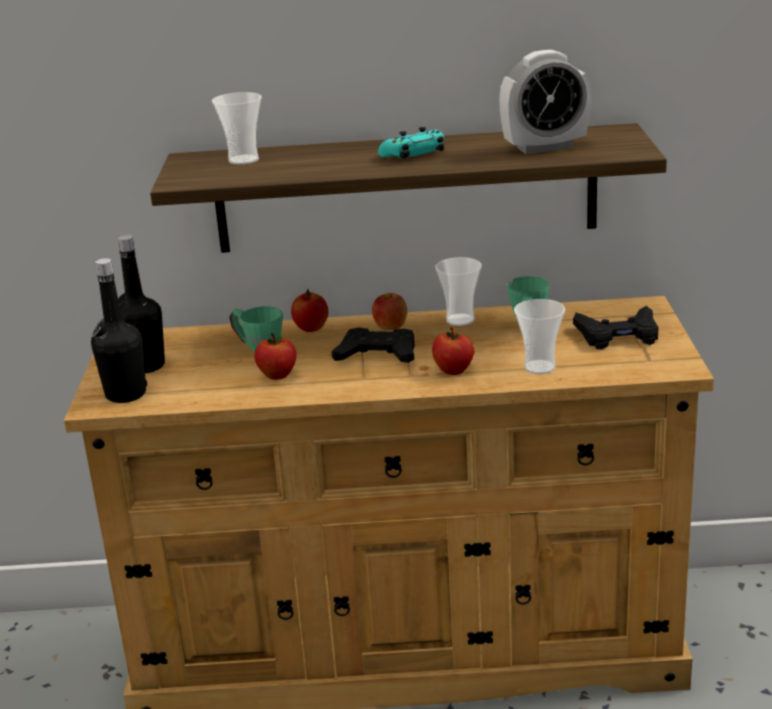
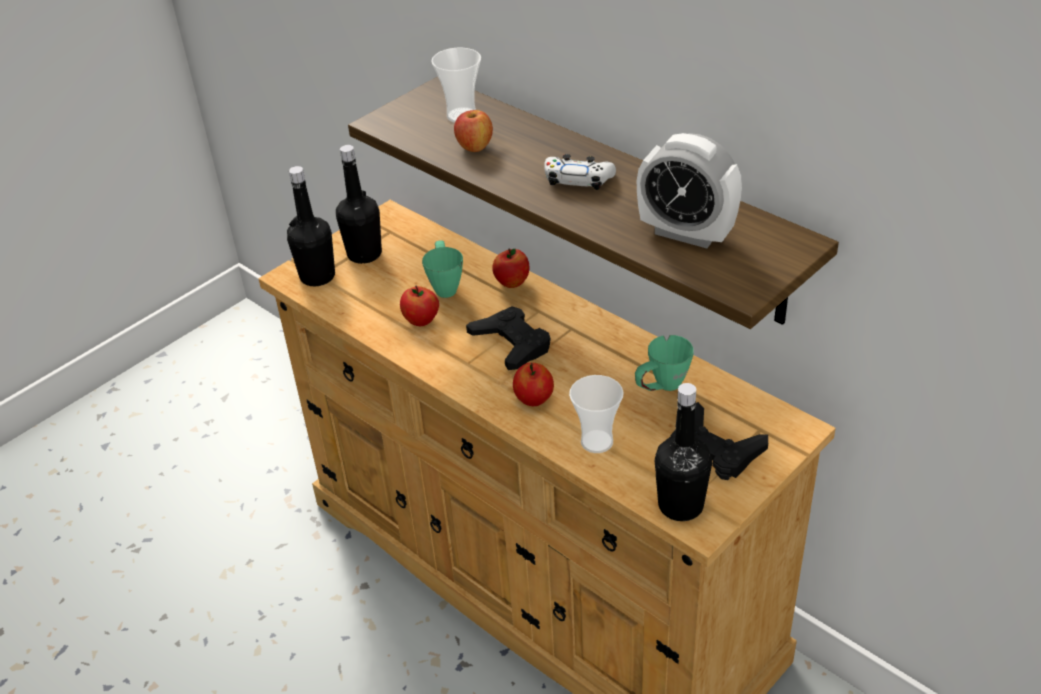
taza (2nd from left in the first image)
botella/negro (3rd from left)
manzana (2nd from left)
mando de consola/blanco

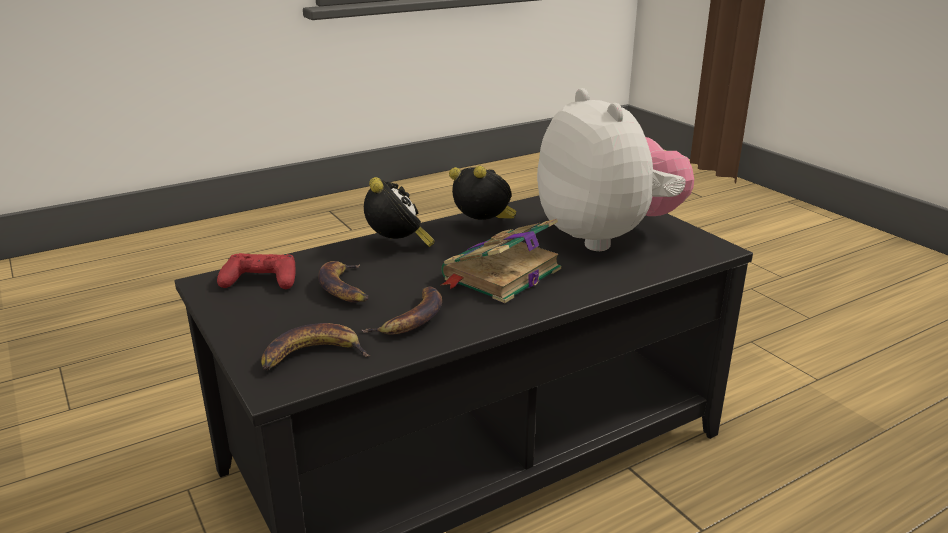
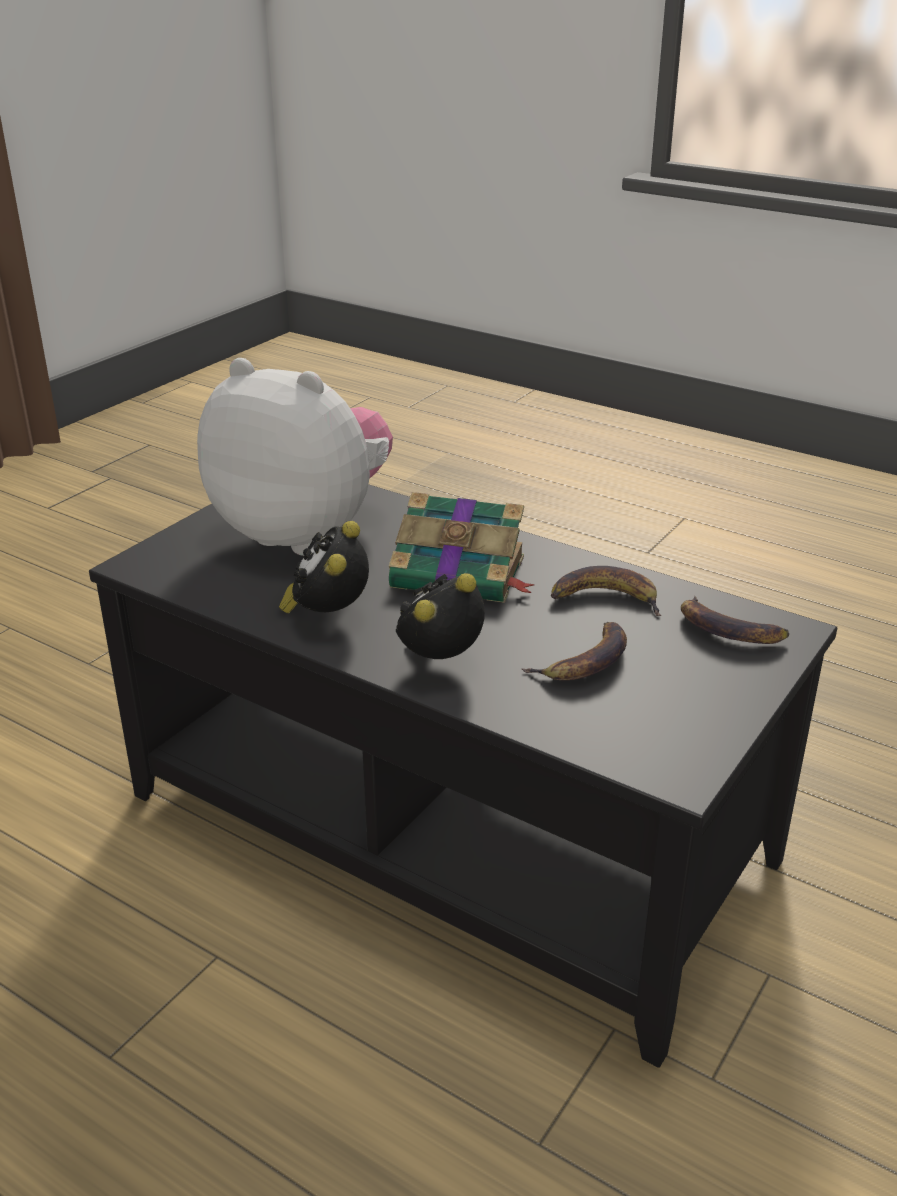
mando de consola/rojo
peluche

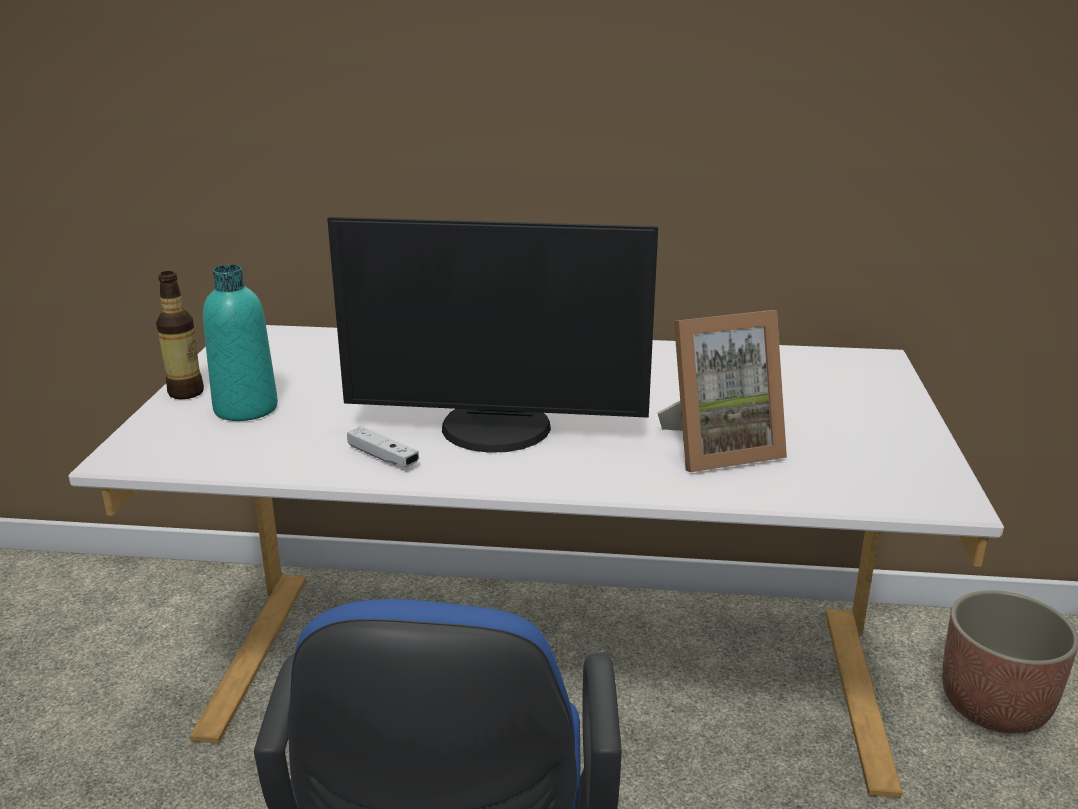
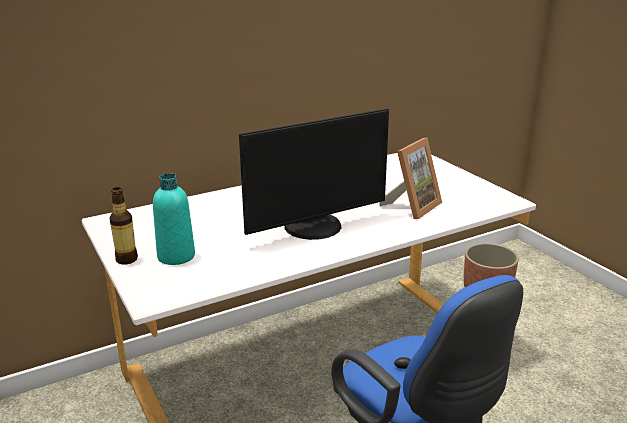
mando de consola/blanco

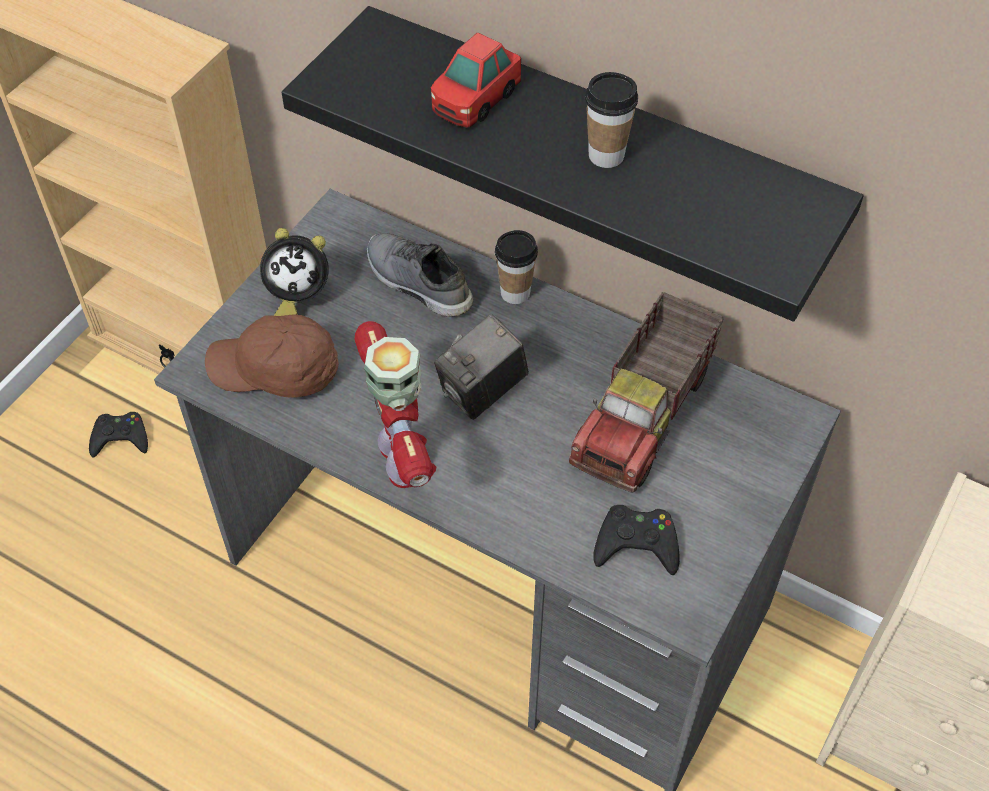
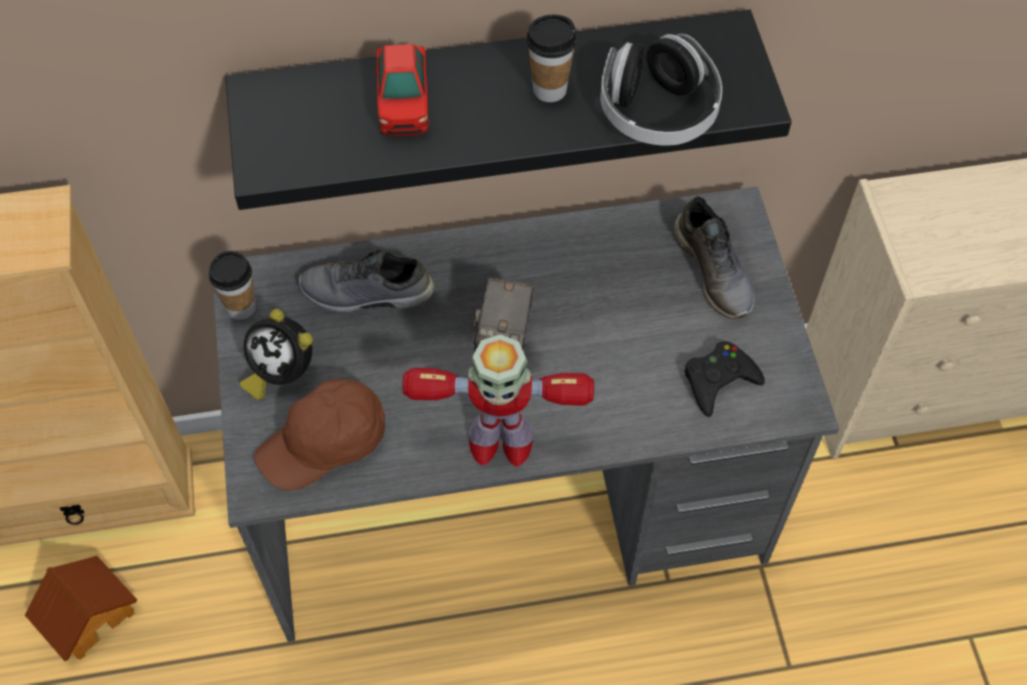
camión de juguete
auriculares
zapato/gris (2nd from left)
taza (1st from left)
casita
despertador
robot de juguete

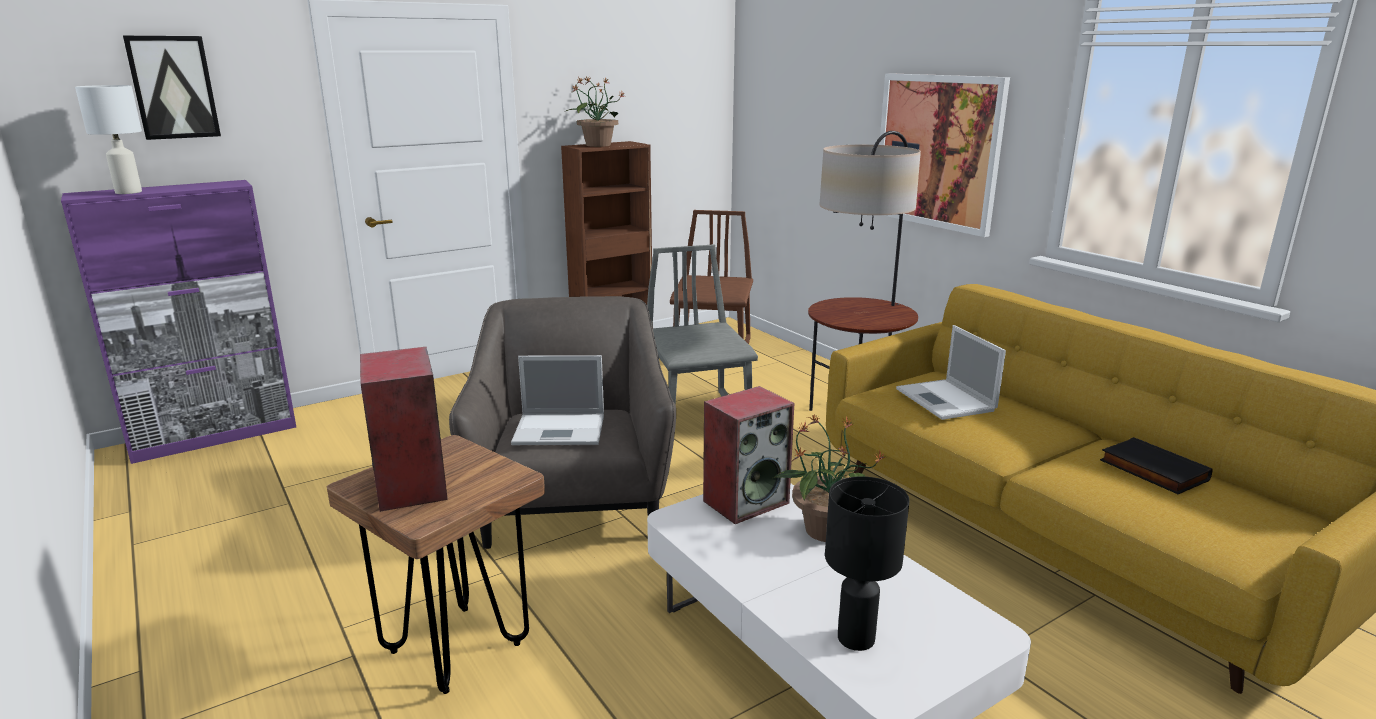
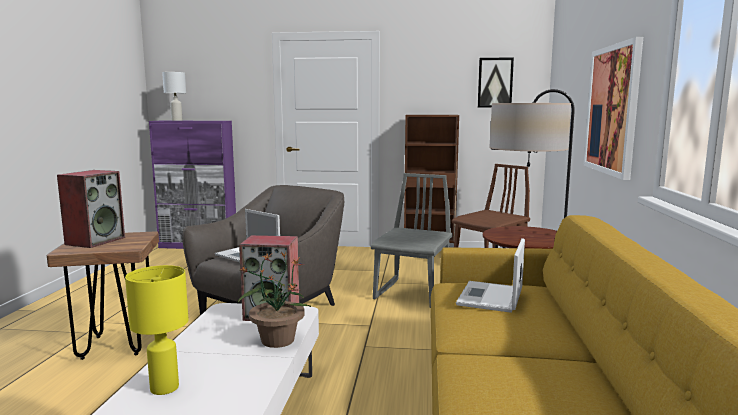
planta en maceta (1st from left in the first image)
libro/negro
cuadro (1st from left)
lámpara de mesa/amarillo

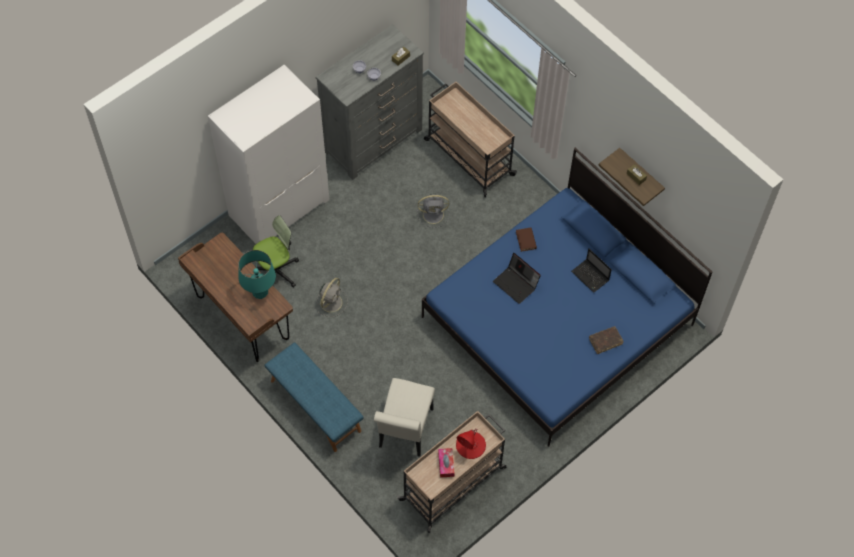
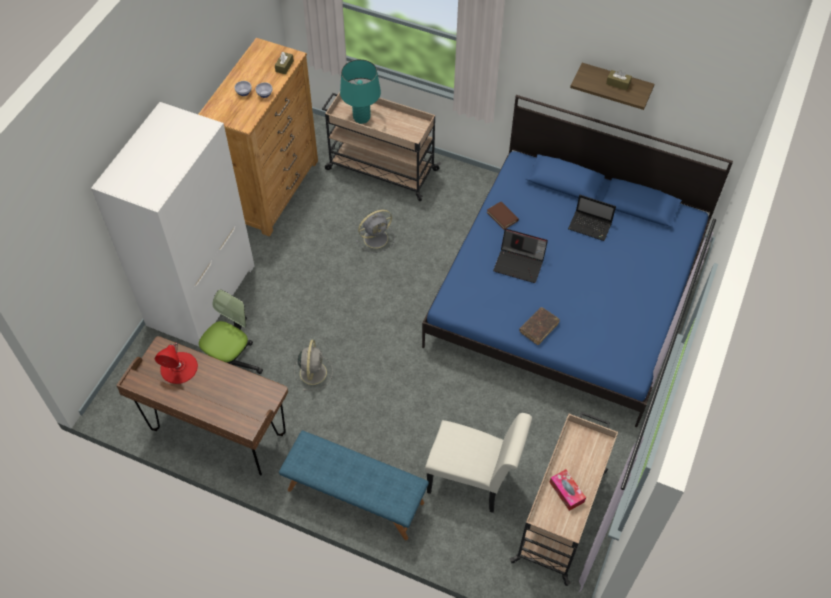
lámpara de mesa/turquesa
lámpara de mesa/rojo
libro/marrón (2nd from left)
cómoda/marrón
silla/blanco

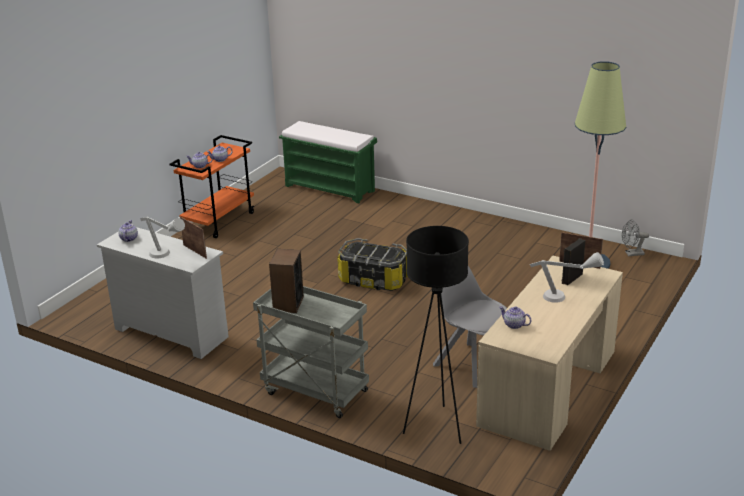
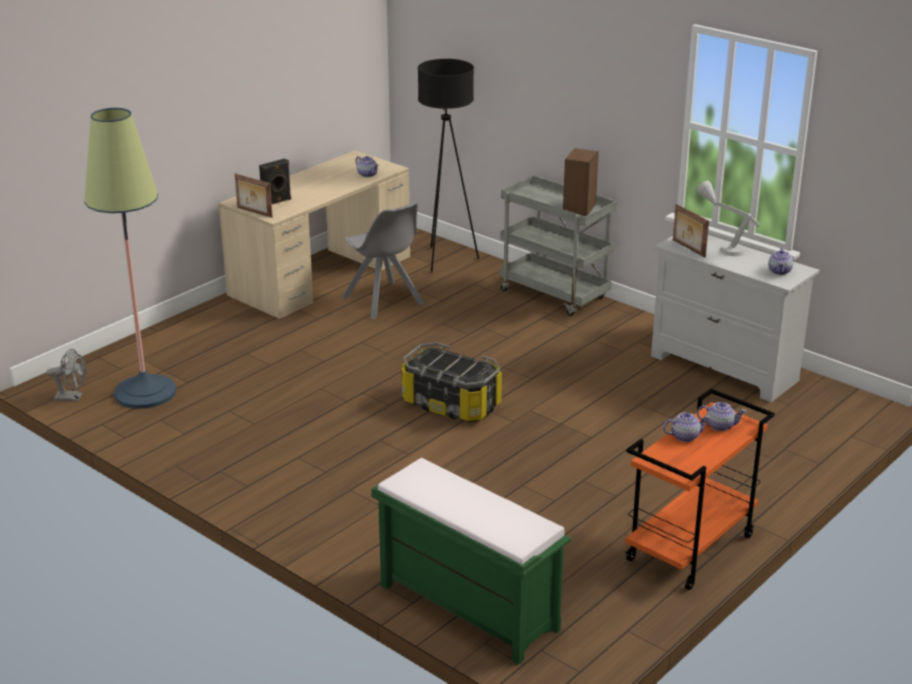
lámpara de mesa/gris (2nd from left in the first image)

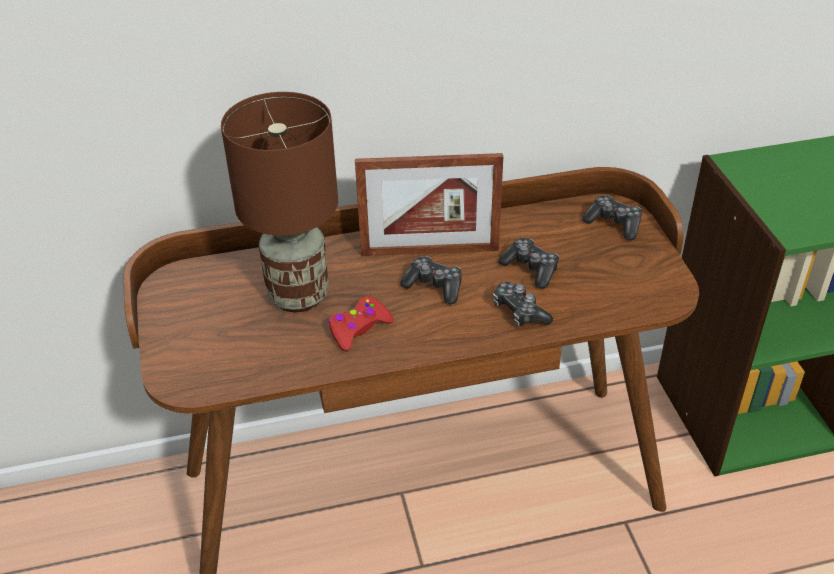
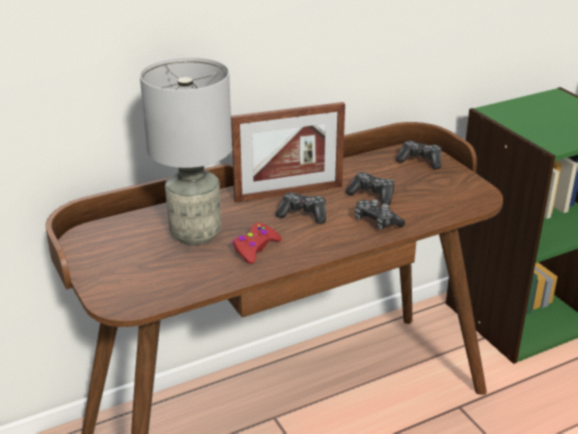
lámpara de mesa/gris

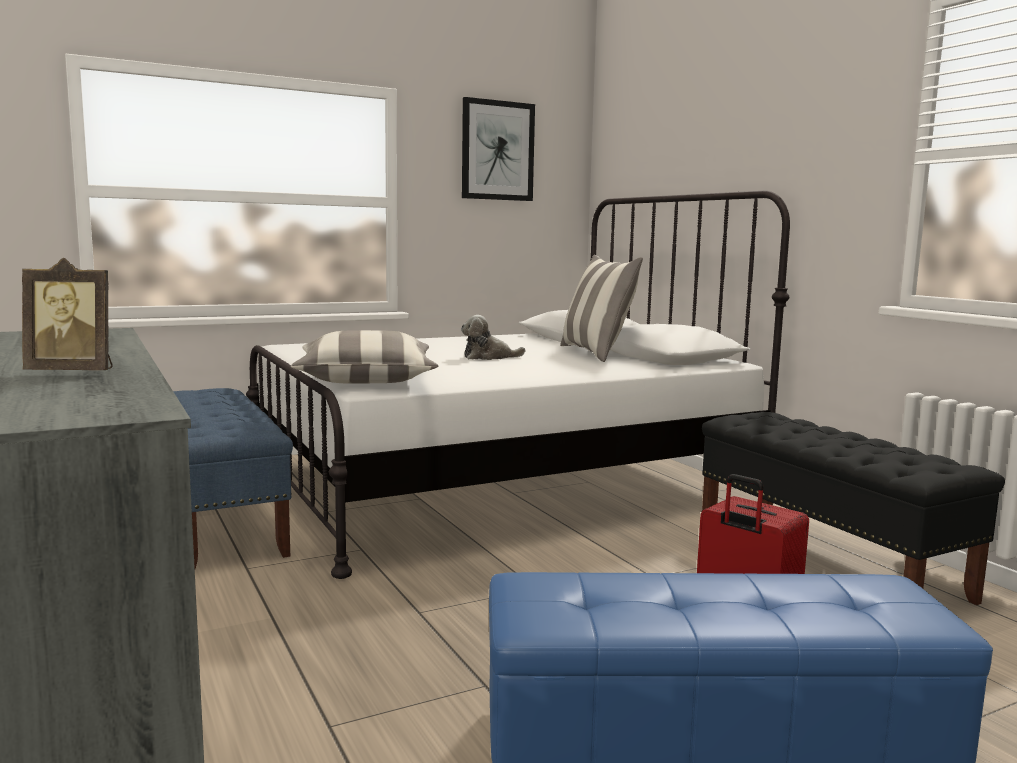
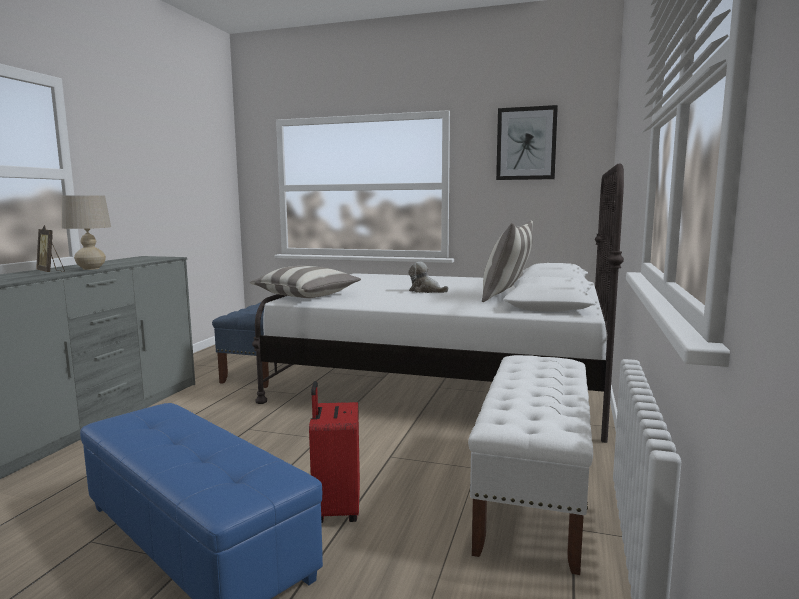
lámpara de mesa/beis
banco/blanco

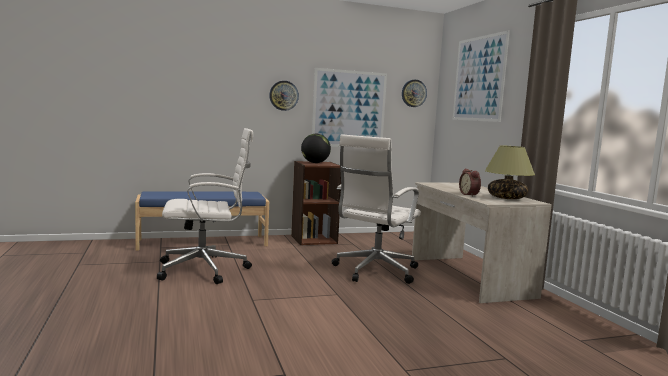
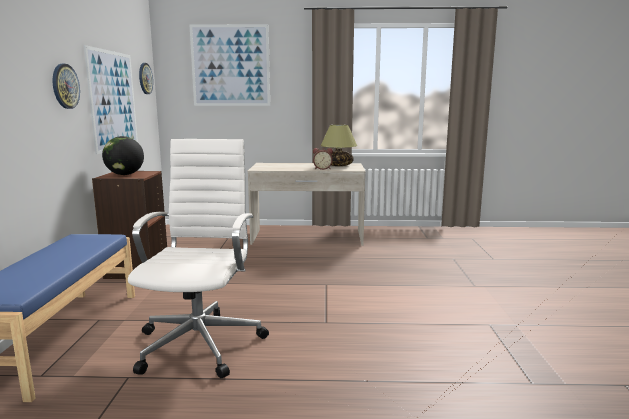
silla de oficina/blanco (2nd from left in the first image)

